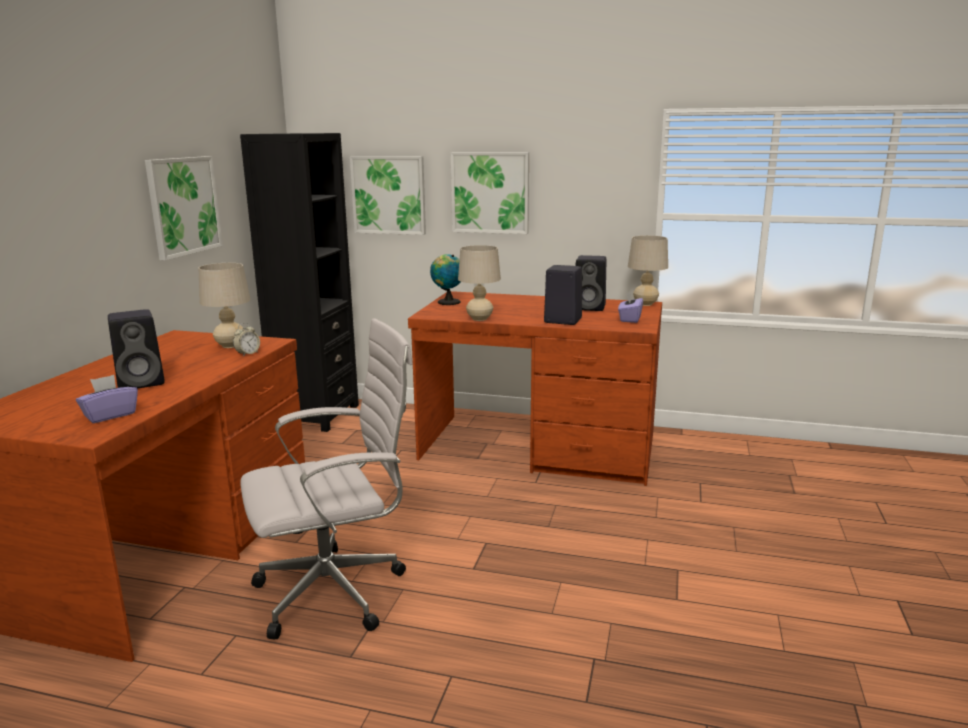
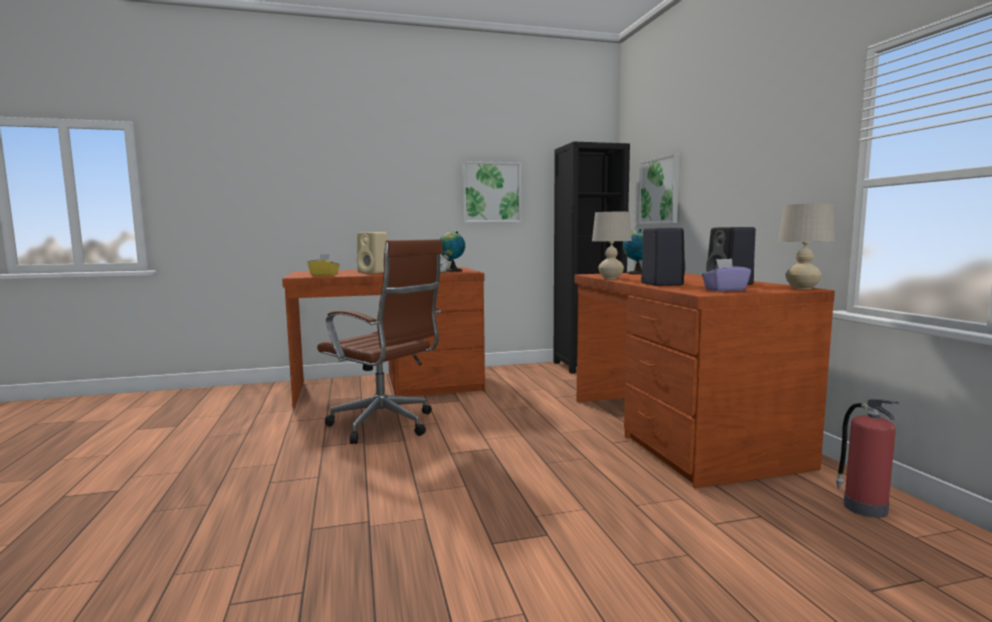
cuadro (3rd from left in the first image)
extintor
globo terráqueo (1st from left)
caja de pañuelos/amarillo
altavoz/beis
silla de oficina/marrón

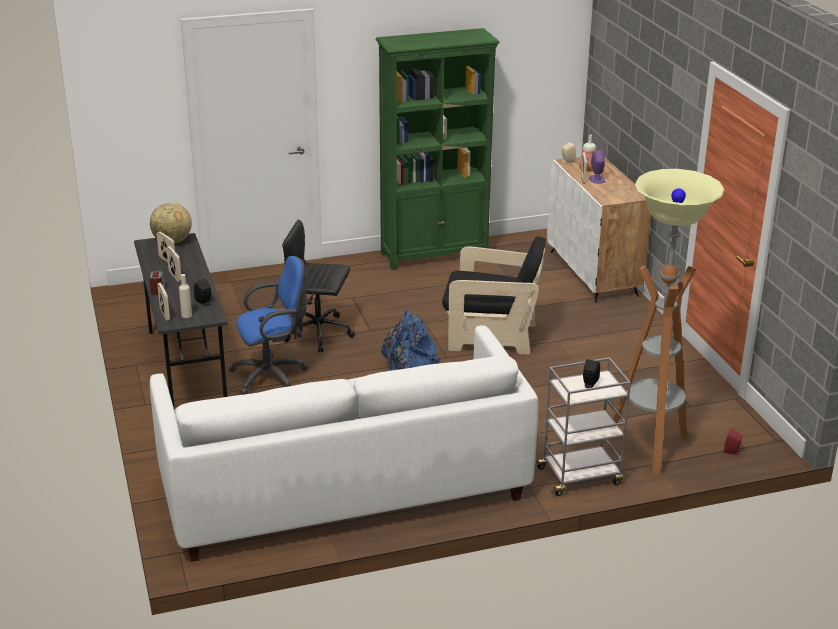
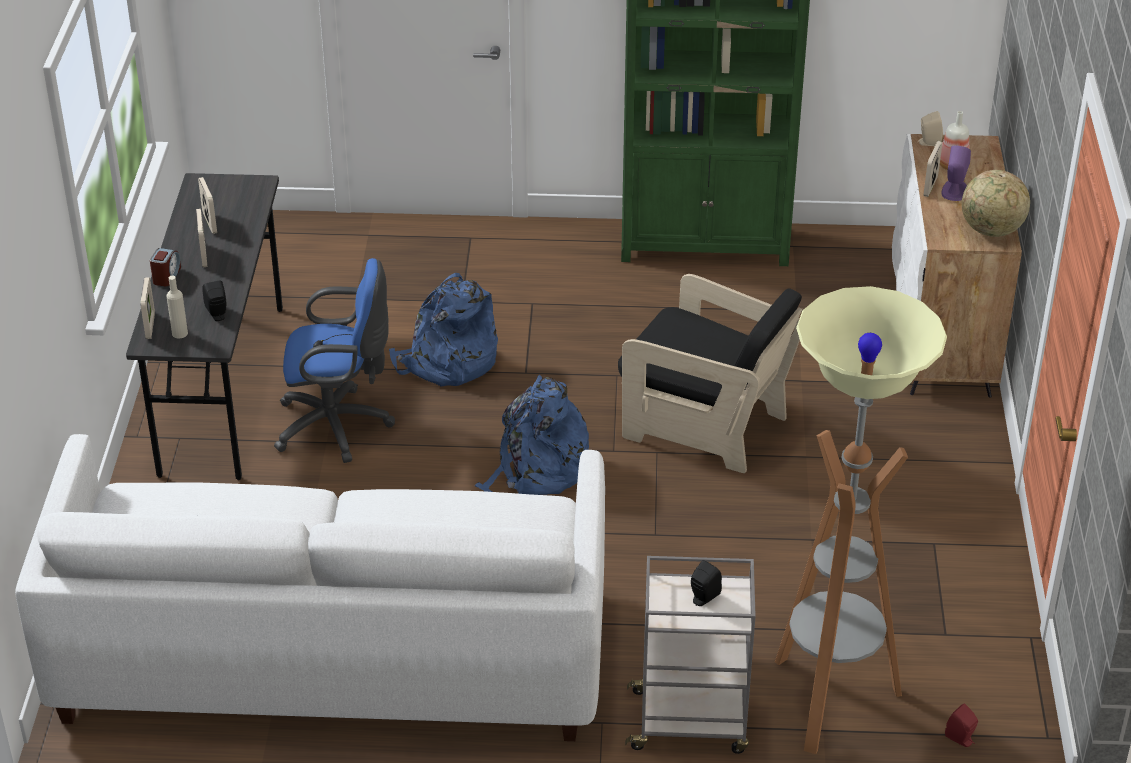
globo terráqueo
mochila/azul (1st from left)

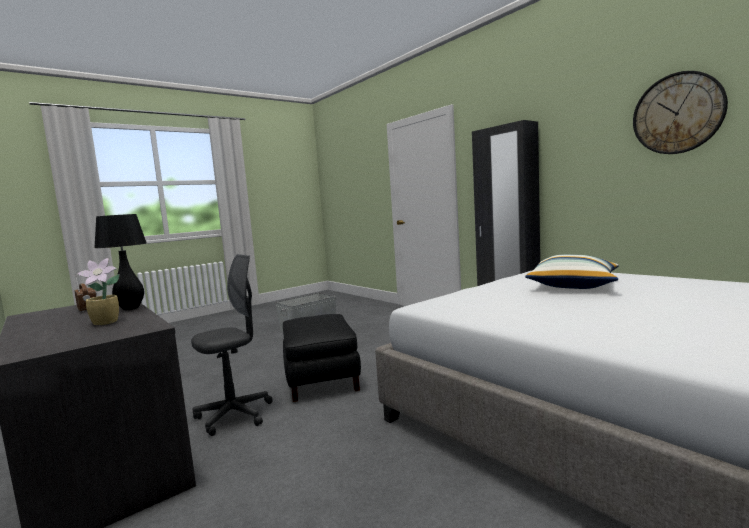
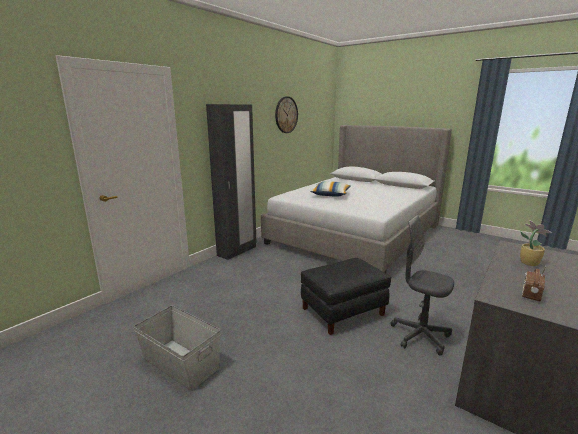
lámpara de mesa/negro

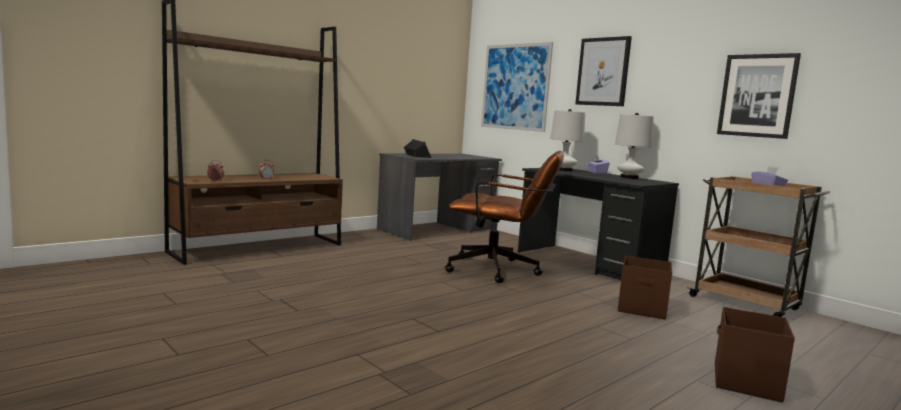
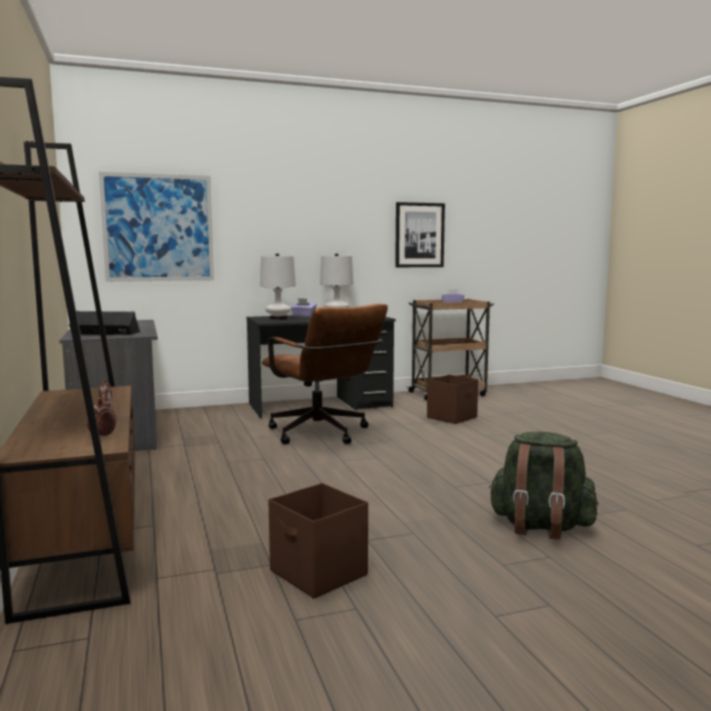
cuadro (2nd from left in the first image)
mochila/verde
caja de almacenaje/marrón (1st from left)
silla de oficina/marrón

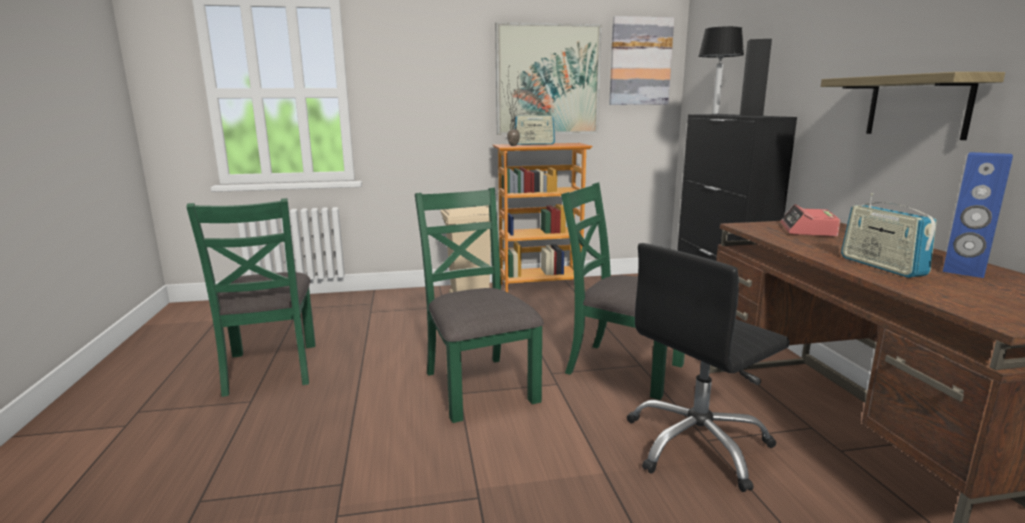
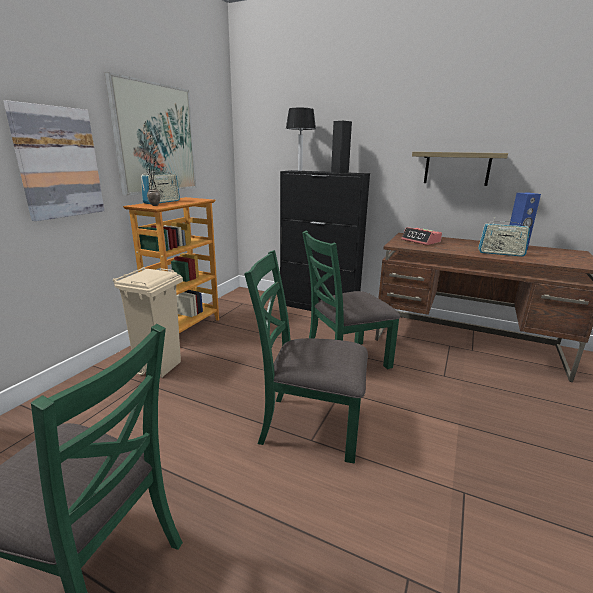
silla de oficina/negro
cuadro (1st from left)

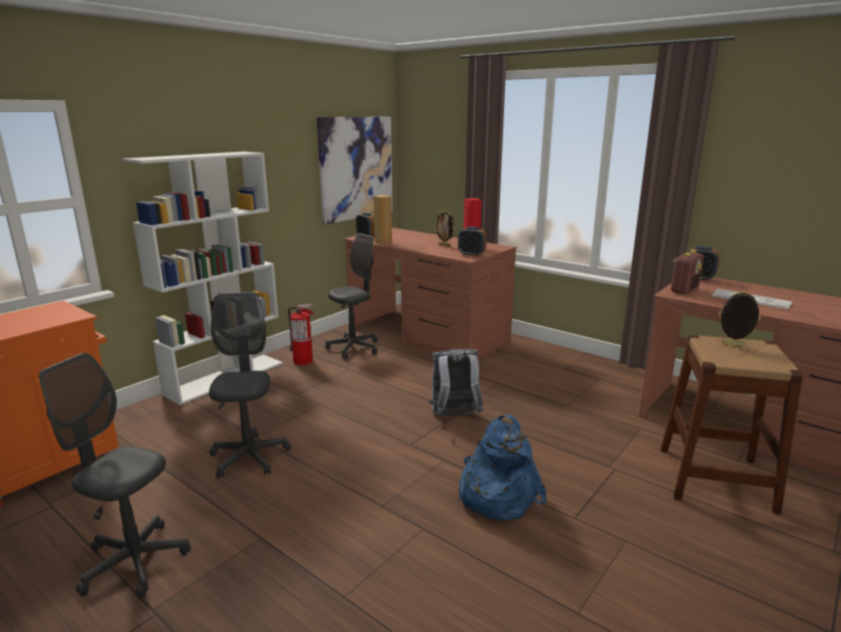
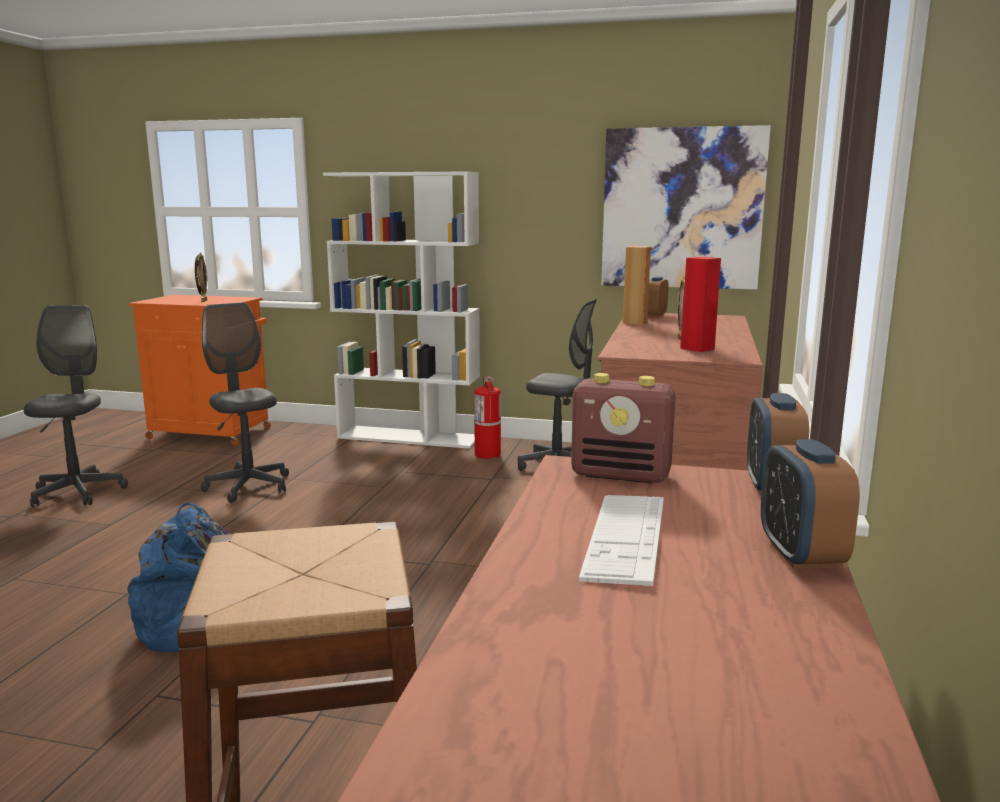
mochila/gris
despertador (3rd from left)
portarretratos (1st from left)
silla de oficina/gris (2nd from left)

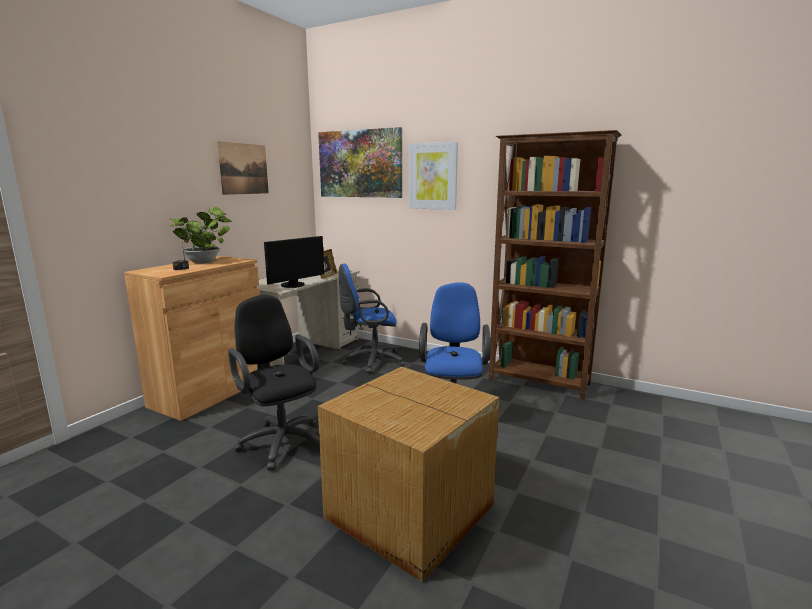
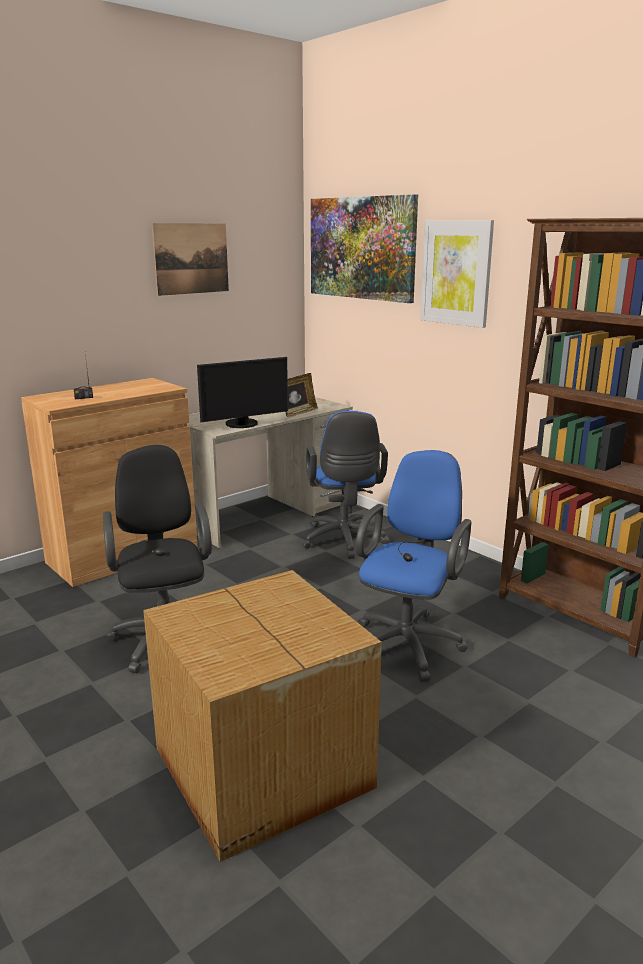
planta en maceta
silla de oficina/azul (1st from left)

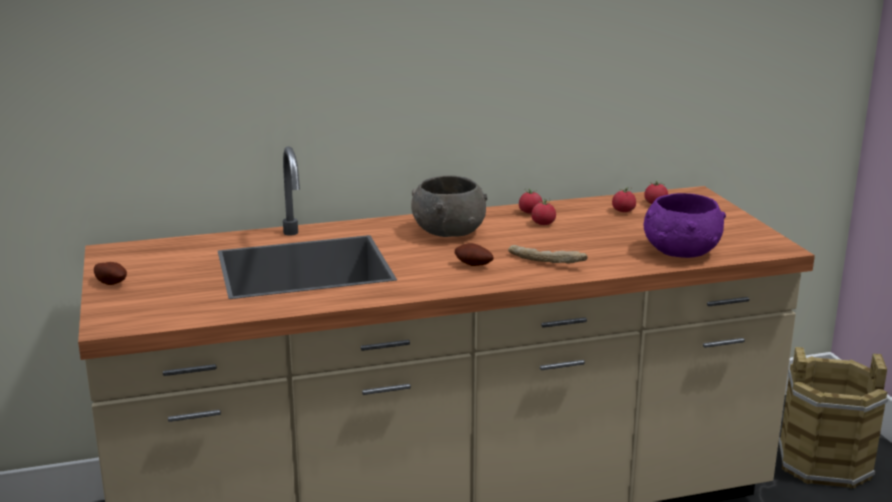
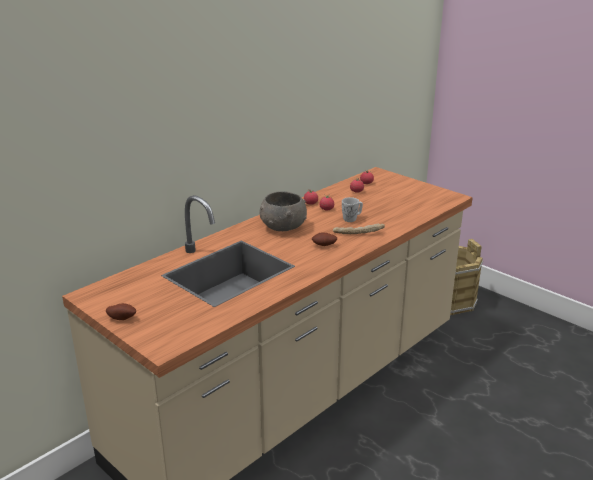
cuenco/morado
taza grande/blanco

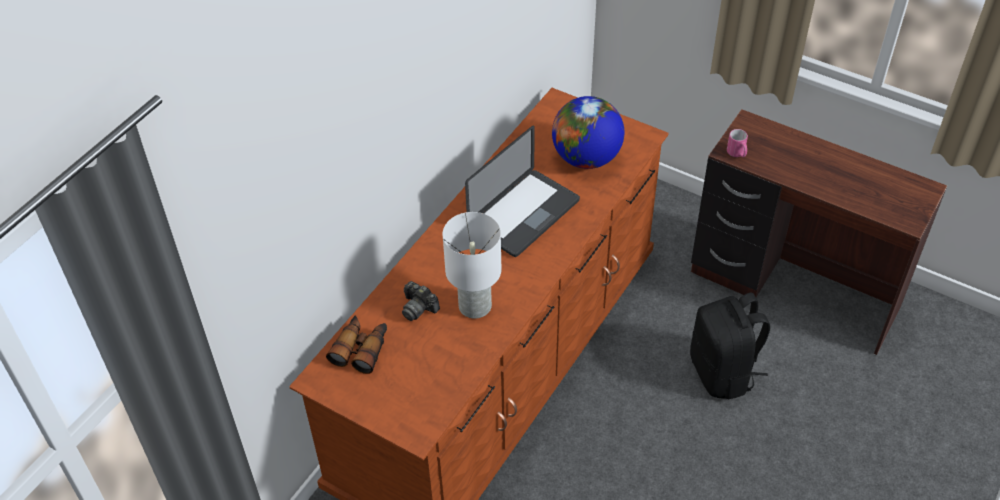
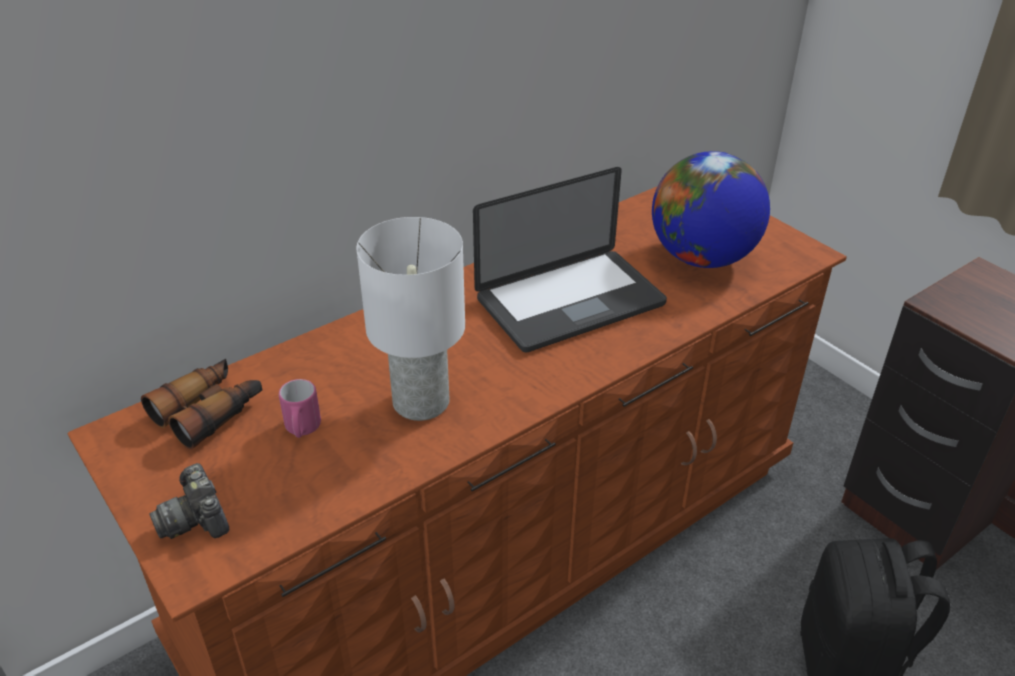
cámara
taza grande/rosa

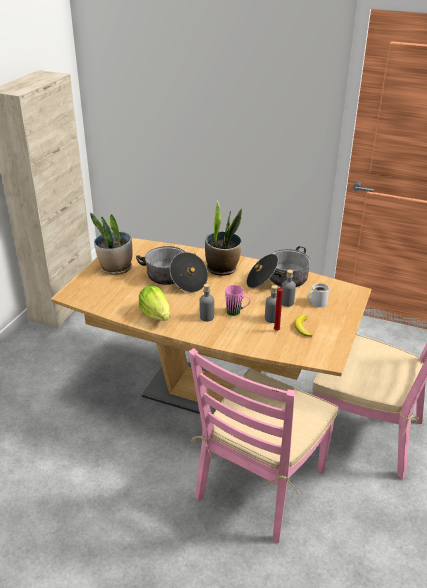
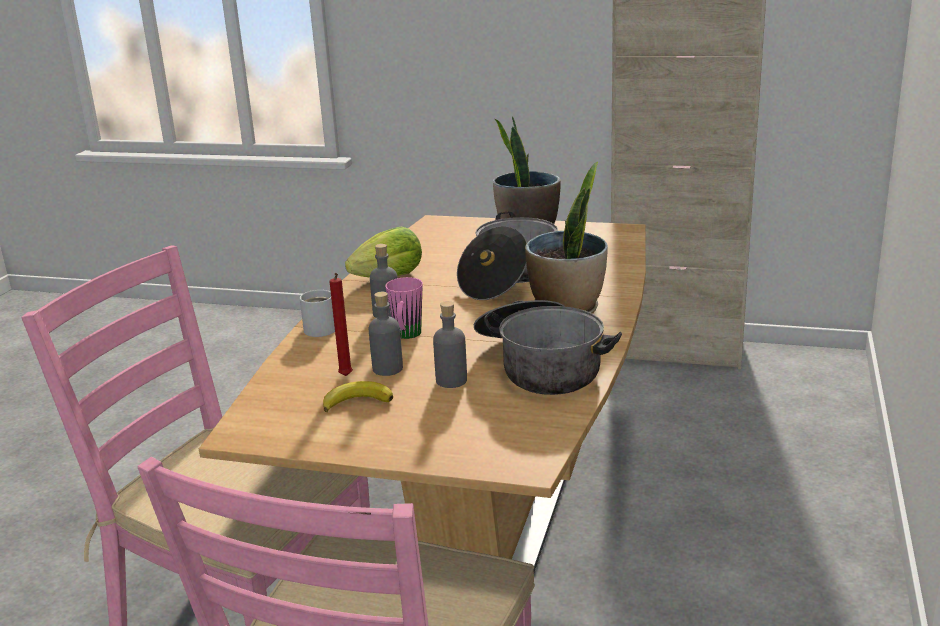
taza grande/blanco

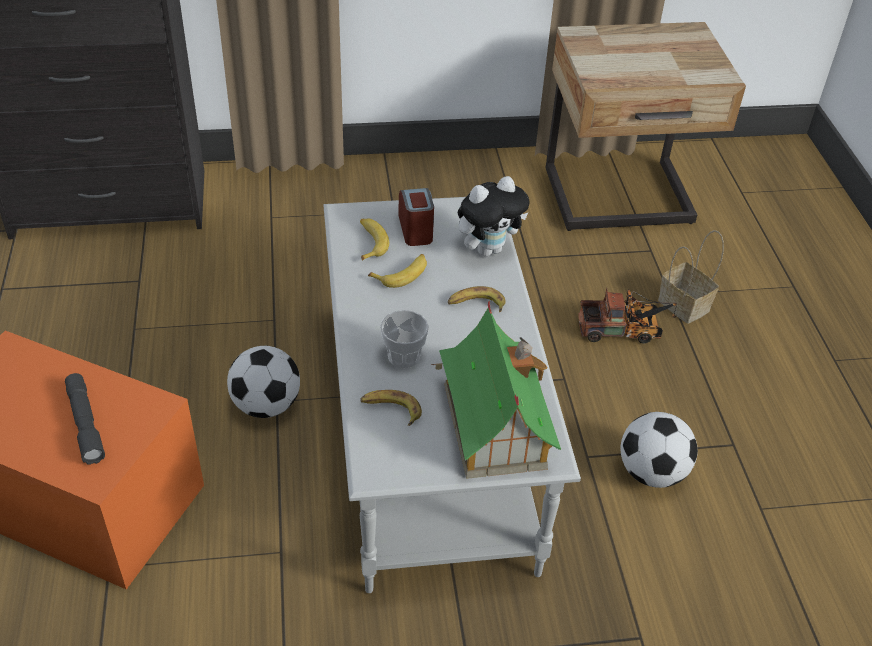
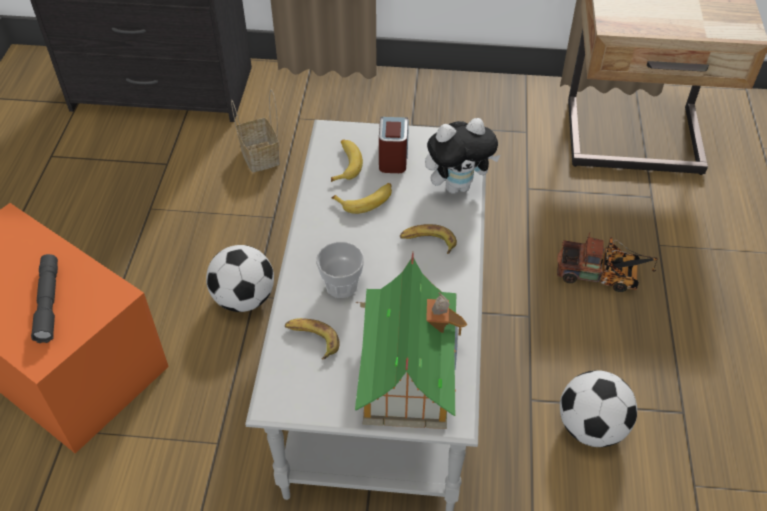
cesta

